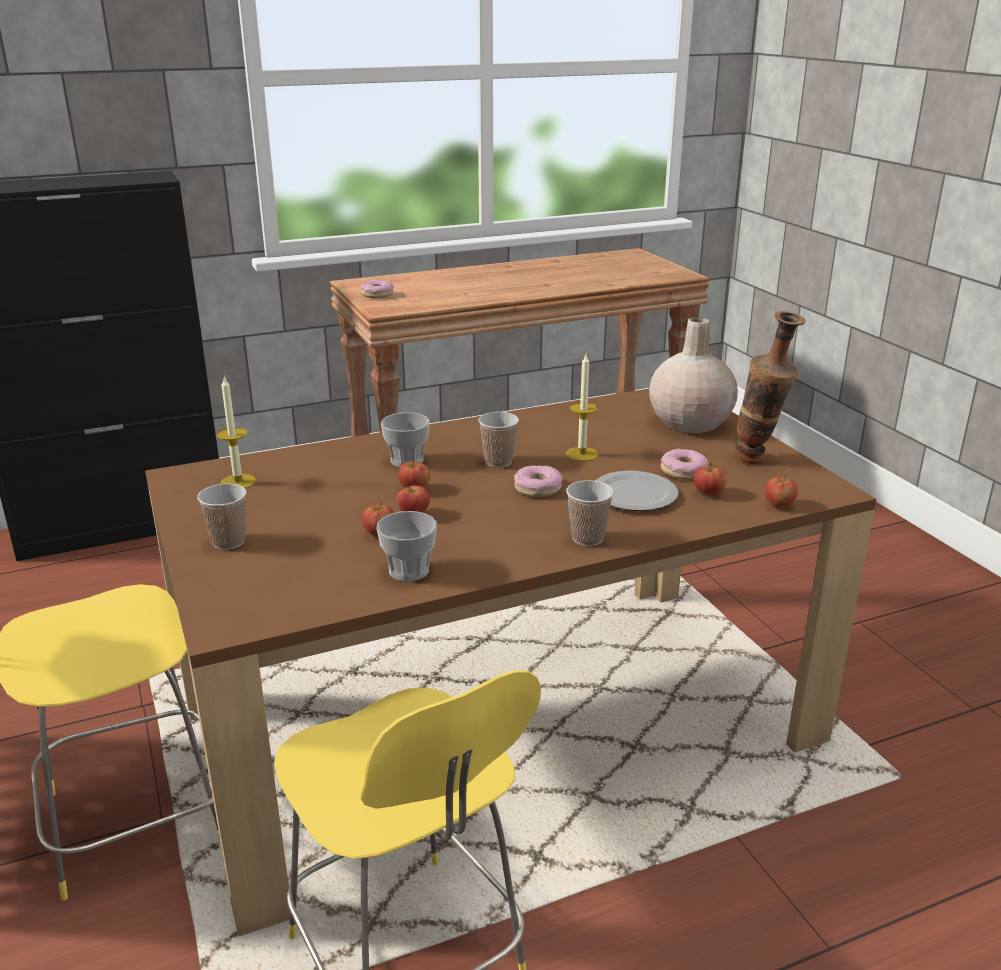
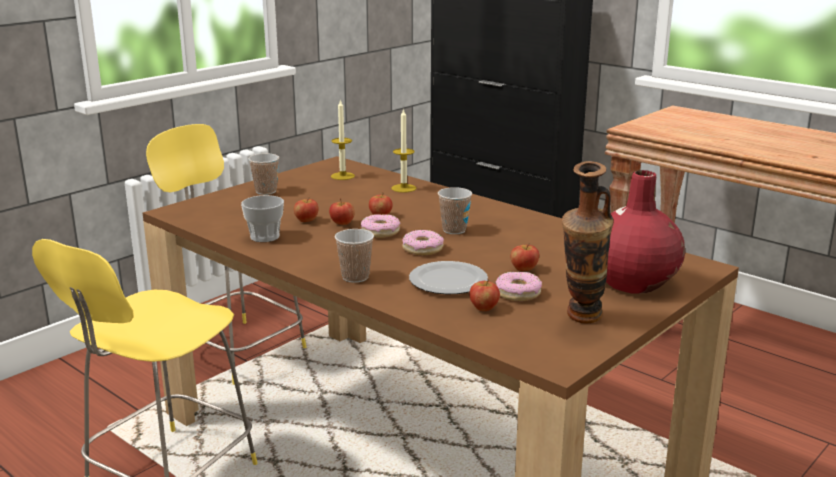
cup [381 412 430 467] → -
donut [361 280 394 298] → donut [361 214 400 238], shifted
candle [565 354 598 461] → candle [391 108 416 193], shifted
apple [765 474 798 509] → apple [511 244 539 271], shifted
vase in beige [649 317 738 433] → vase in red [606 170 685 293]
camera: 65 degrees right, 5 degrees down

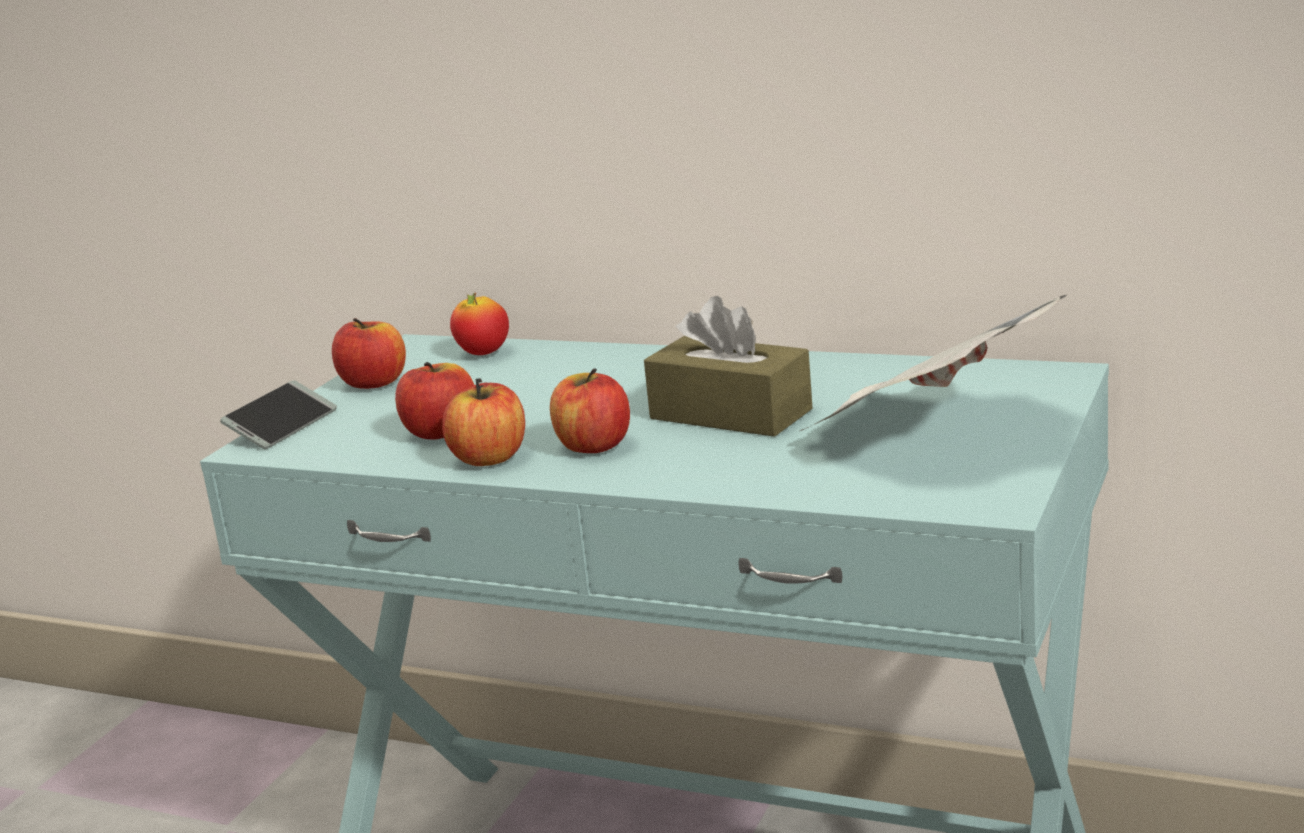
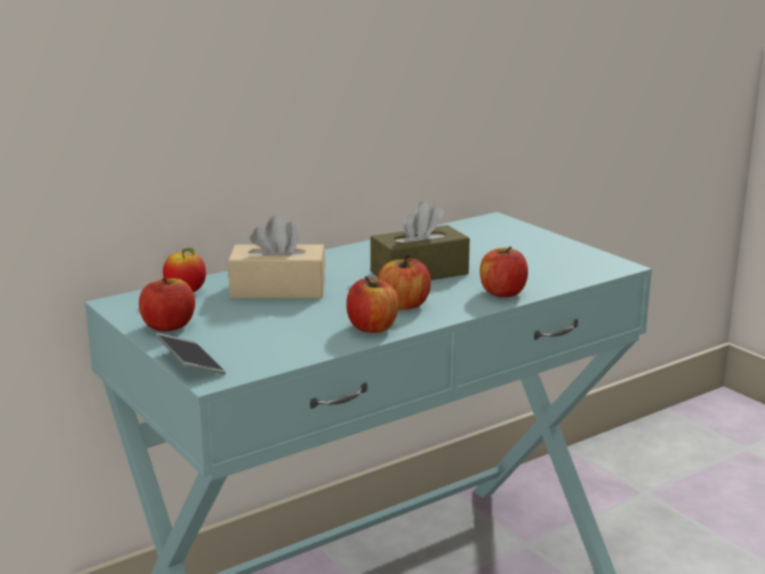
newspaper [800 295 1066 431] → -
- → tissue box in beige [228 216 326 299]
apple [395 362 474 439] → apple [480 247 528 297], shifted
camera: 60 degrees left, 0 degrees up

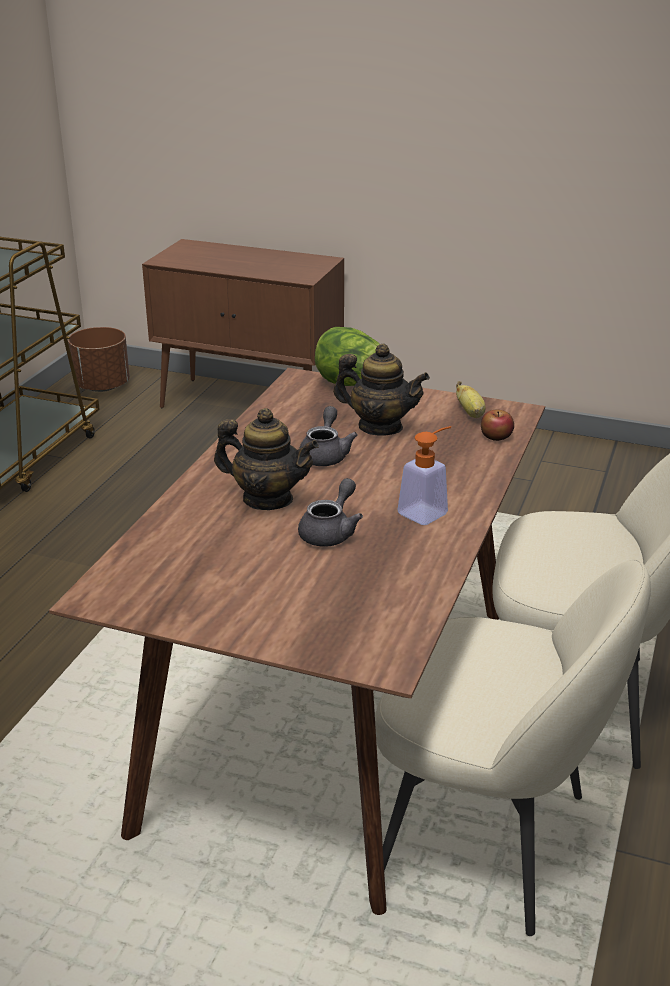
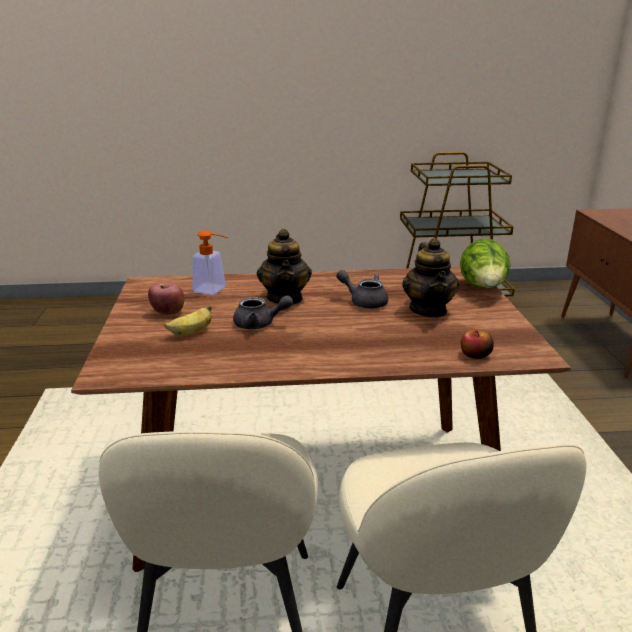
planter in brown [68 327 130 392] → -
- → apple [148 283 184 315]
soap dispenser [397 426 451 525] → soap dispenser [192 230 228 295], shifted
banana [456 381 486 418] → banana [164 305 212 336], shifted
teapot in grey [300 406 358 466] → teapot in grey [336 270 388 309], 135 degrees counterclockwise
camera: 65 degrees right, 5 degrees down

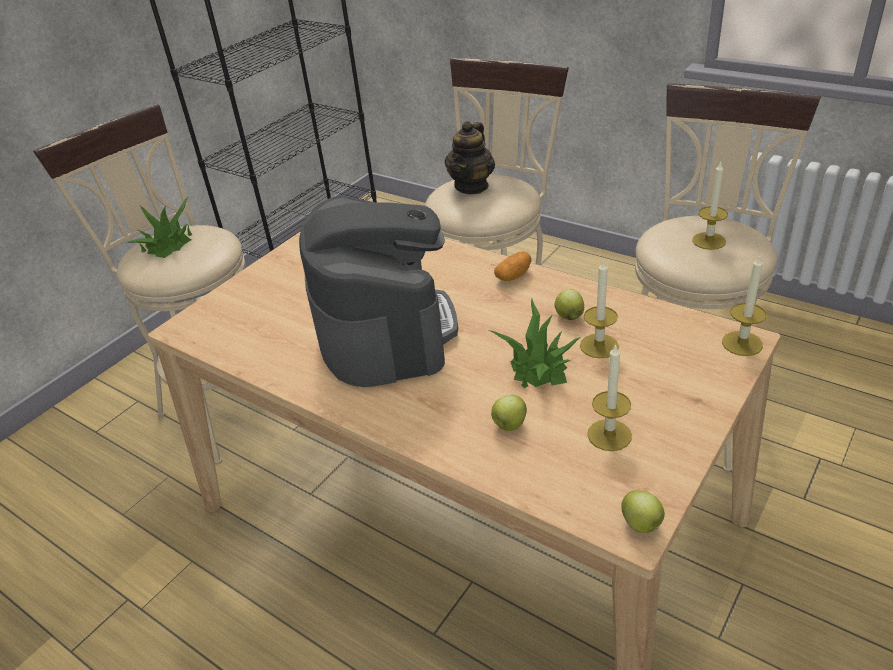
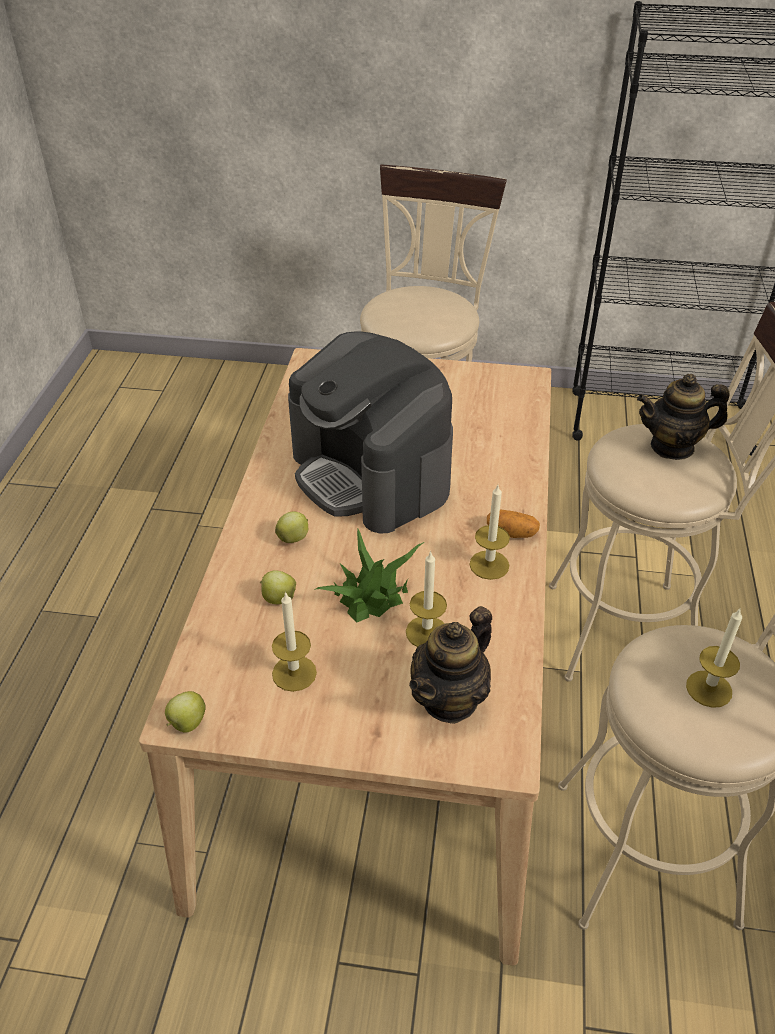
potted plant [125 196 192 258] → -
- → teapot [409 606 492 724]
apple [555 289 584 320] → apple [275 511 308 543], shifted
candle [722 254 766 356] → candle [469 485 510 580], shifted
coffee machine [299 195 458 387] → coffee machine [288 332 453 533], 90 degrees clockwise
camera: 60 degrees right, 5 degrees up

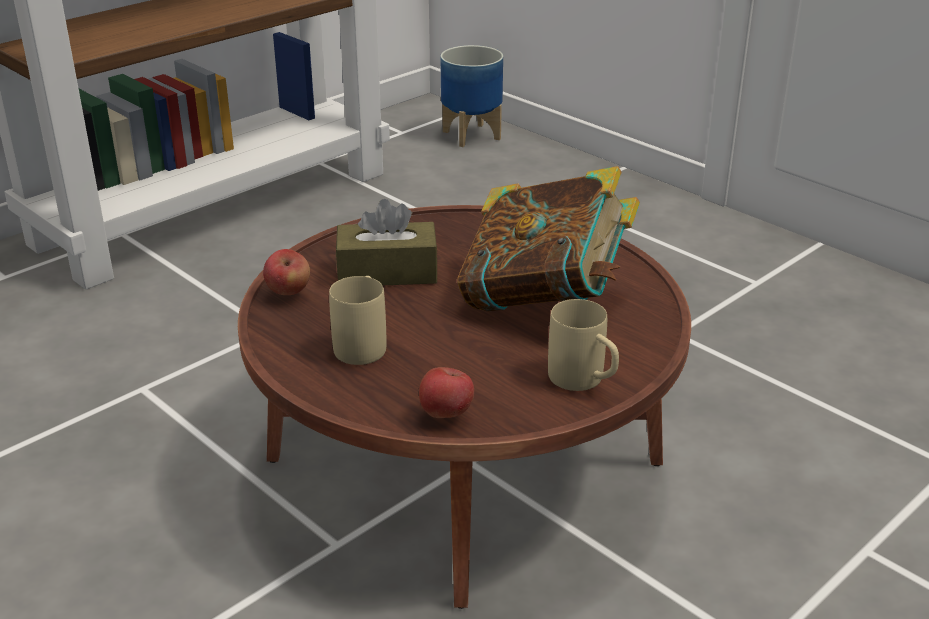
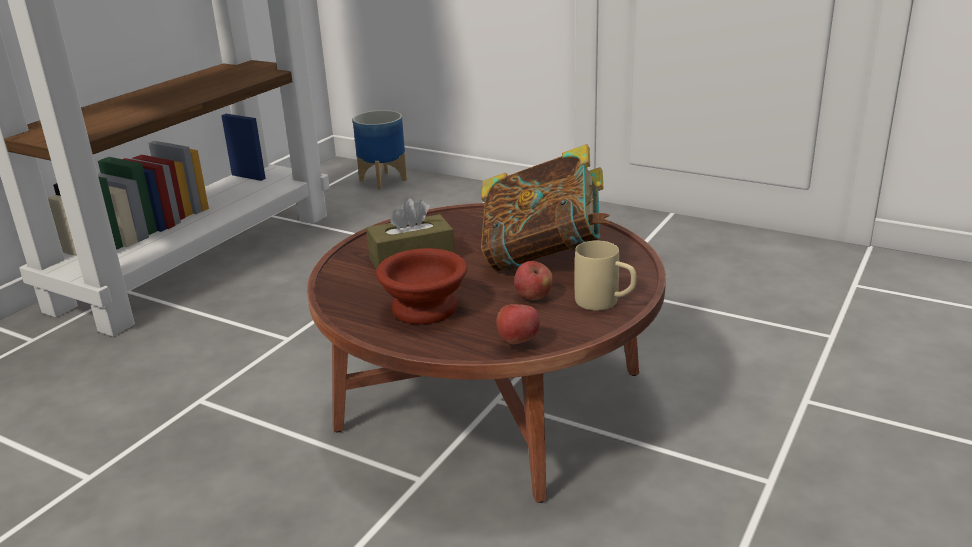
apple [263 249 310 295] → apple [514 261 553 300], shifted
mug in beige [329 276 386 365] → bowl in brown [376 248 467 324]
camera: 15 degrees left, 5 degrees down

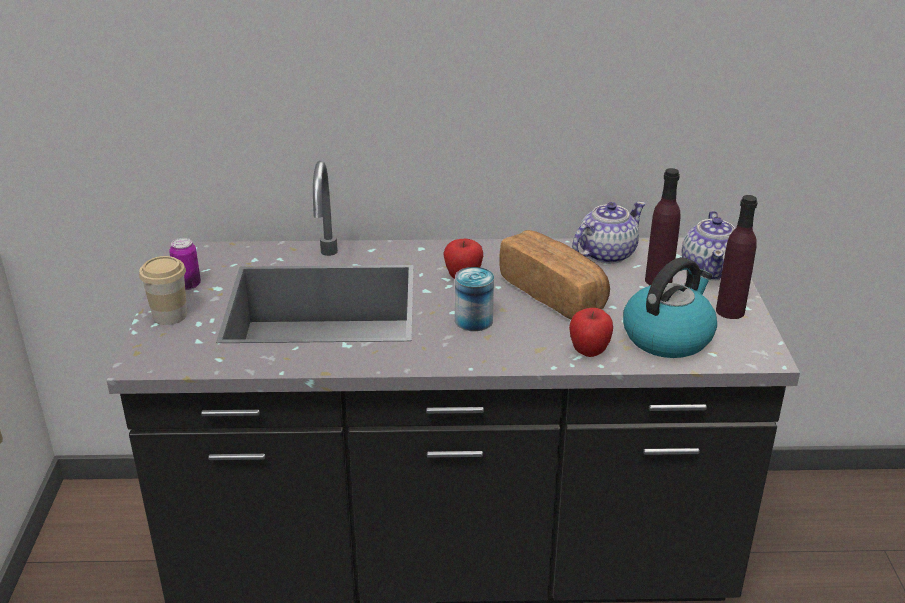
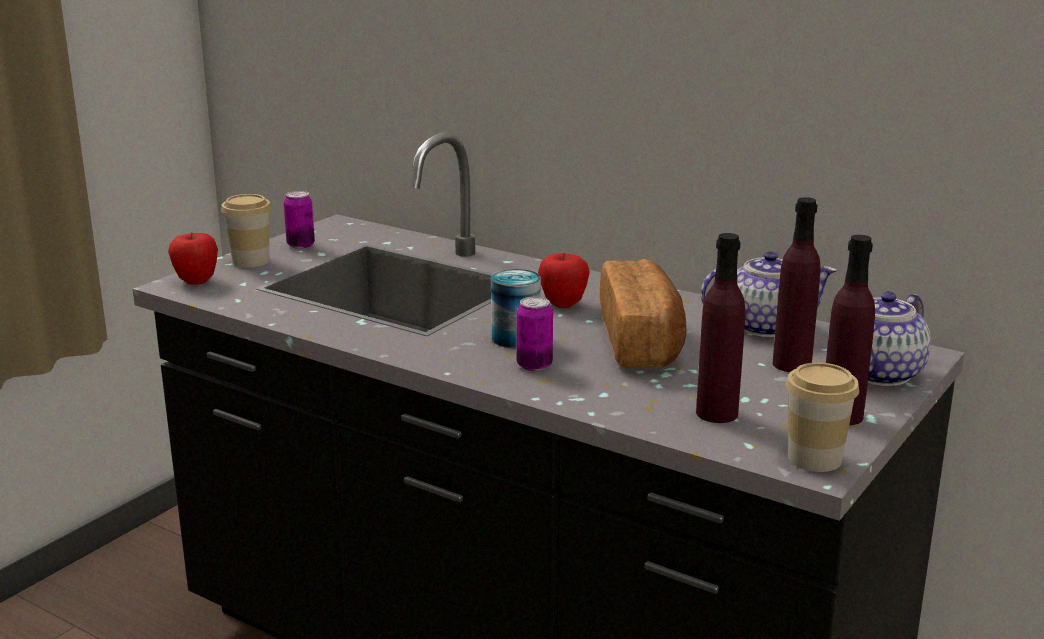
- → can [516 297 553 371]
- → cup [786 362 859 472]
apple [569 308 613 357] → apple [168 233 218 285], shifted
kettle [623 257 717 358] → bottle in purple [696 233 745 423]
camera: 35 degrees right, 10 degrees down

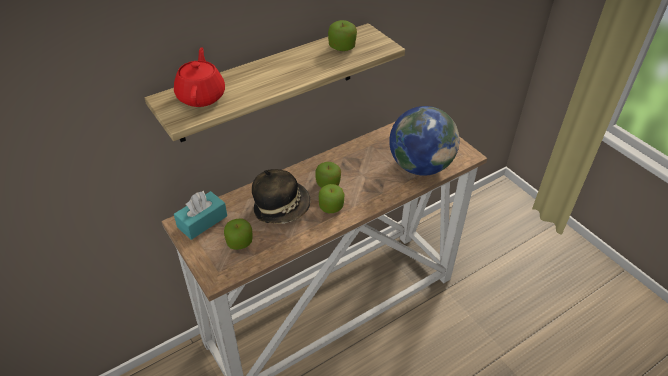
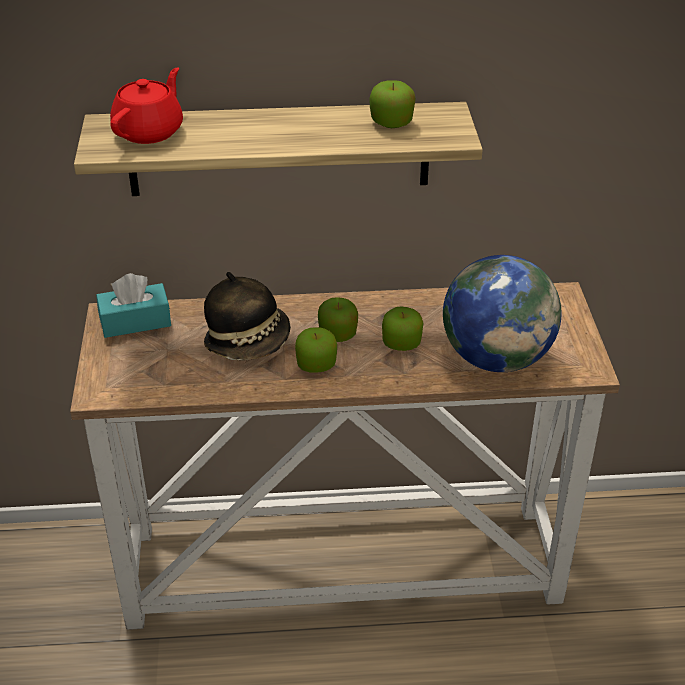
apple [224 218 252 250] → apple [382 306 423 351], shifted
camera: 30 degrees right, 5 degrees down

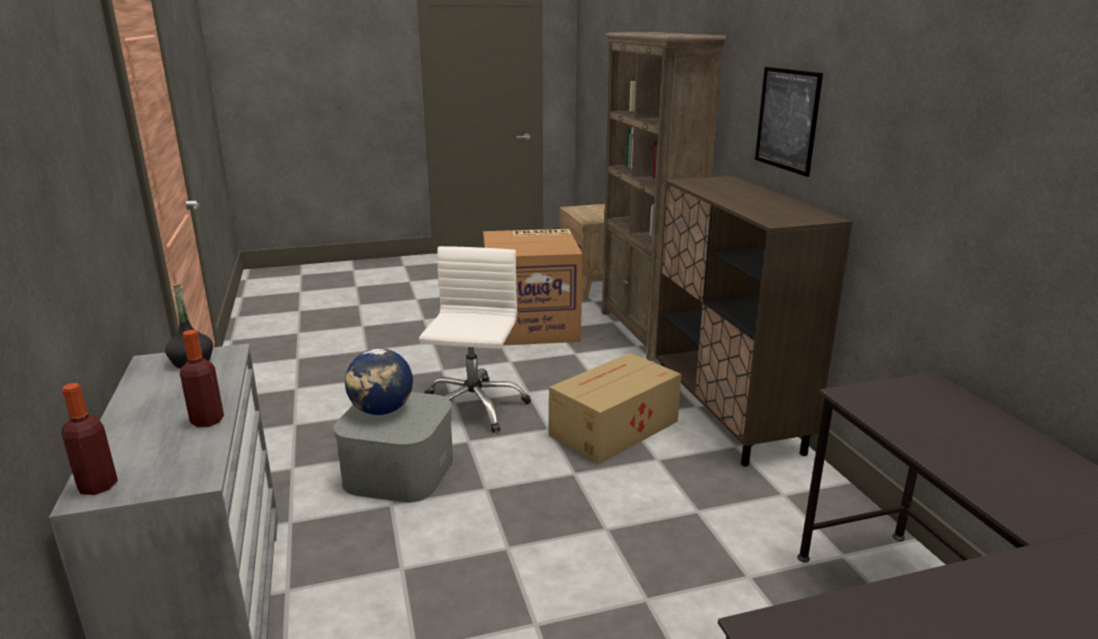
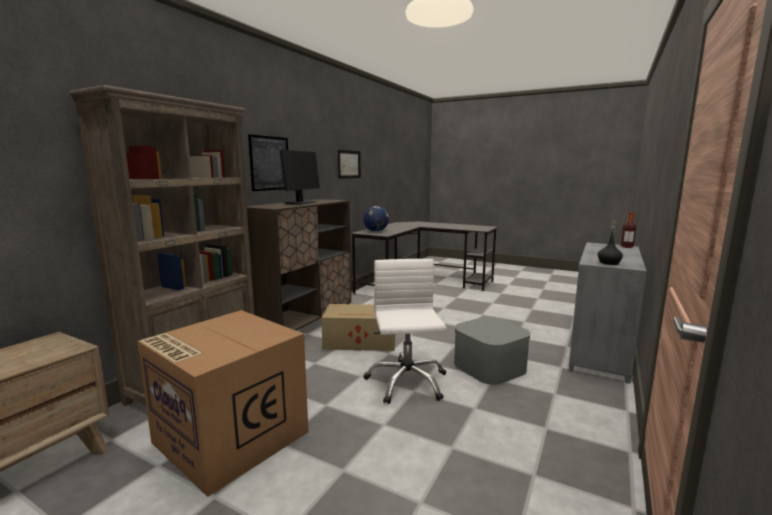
bottle [180 330 224 427] → -
- → monitor [280 149 320 205]
- → picture [338 150 361 179]
globe [345 348 413 415] → globe [363 206 389 232], shifted
office chair in white [419 246 531 433] → office chair in white [364 259 446 404], 120 degrees clockwise
camera: 135 degrees left, 10 degrees down

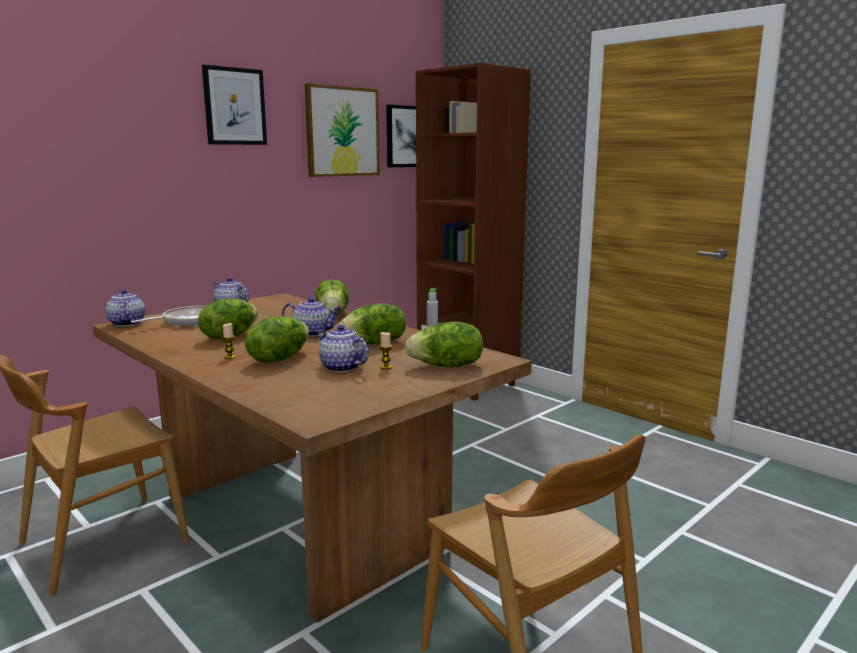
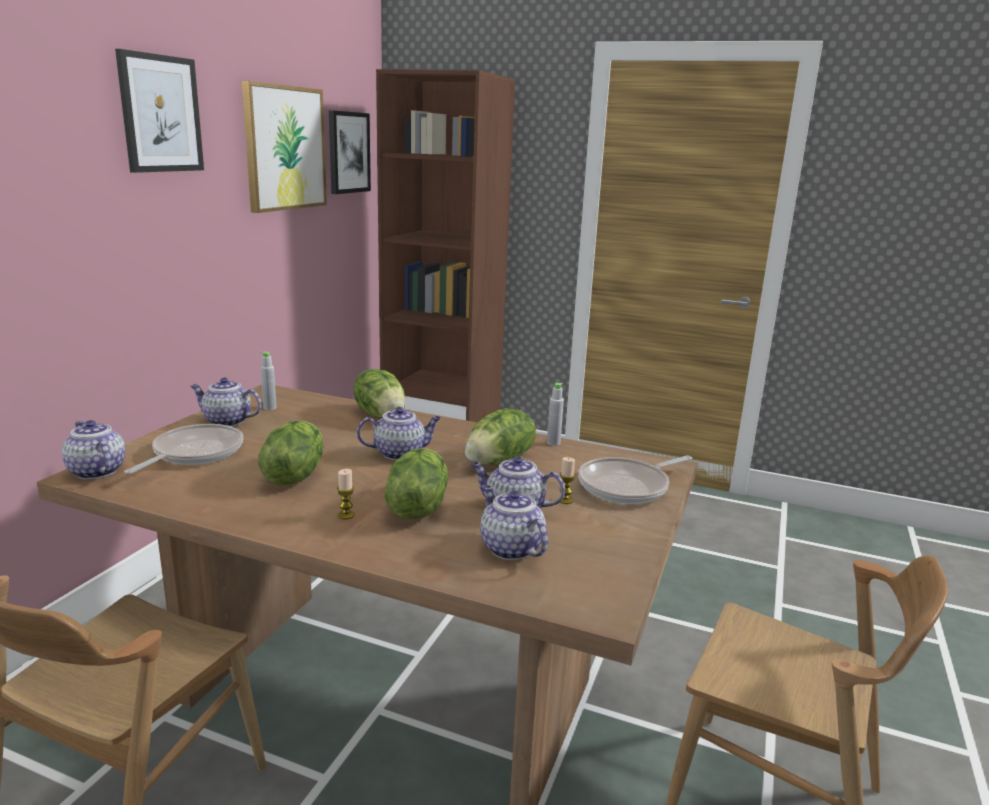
- → bottle in grey [260 352 276 410]
- → teapot [480 486 548 560]
lettuce [405 322 483 367] → frying pan [578 455 692 504]
camera: 25 degrees left, 5 degrees up

